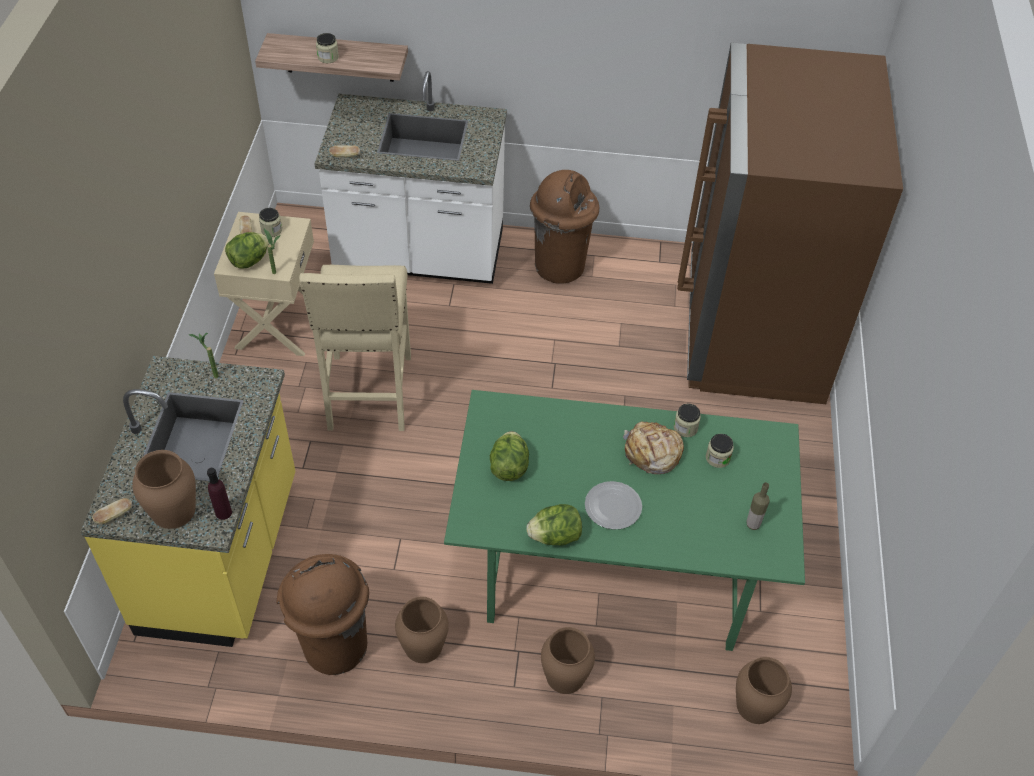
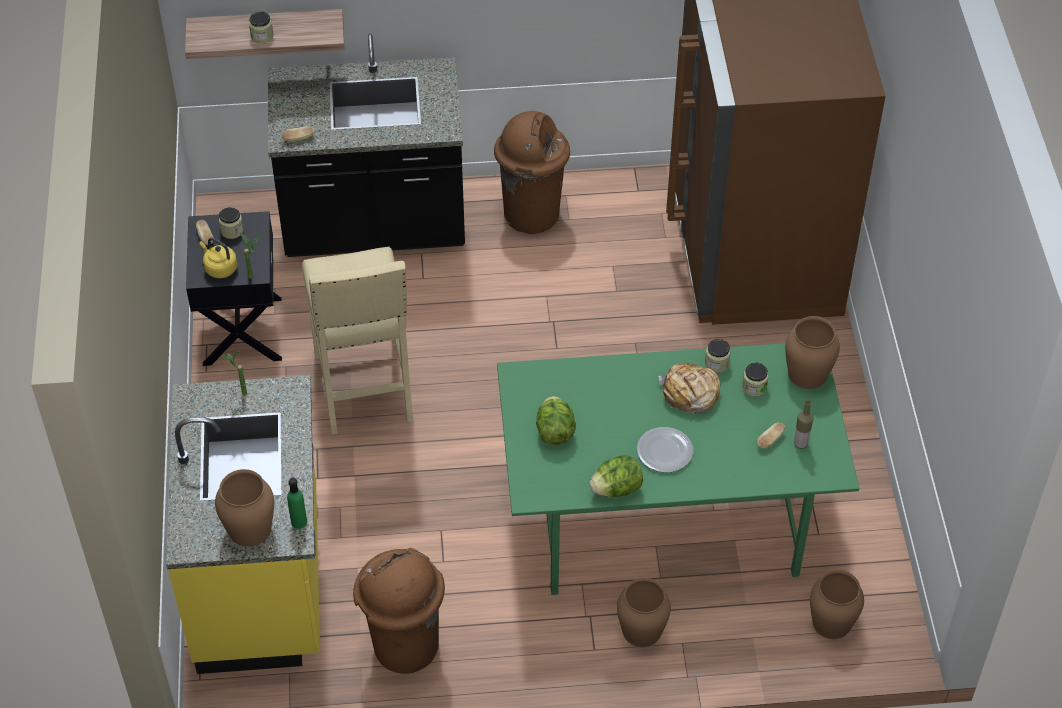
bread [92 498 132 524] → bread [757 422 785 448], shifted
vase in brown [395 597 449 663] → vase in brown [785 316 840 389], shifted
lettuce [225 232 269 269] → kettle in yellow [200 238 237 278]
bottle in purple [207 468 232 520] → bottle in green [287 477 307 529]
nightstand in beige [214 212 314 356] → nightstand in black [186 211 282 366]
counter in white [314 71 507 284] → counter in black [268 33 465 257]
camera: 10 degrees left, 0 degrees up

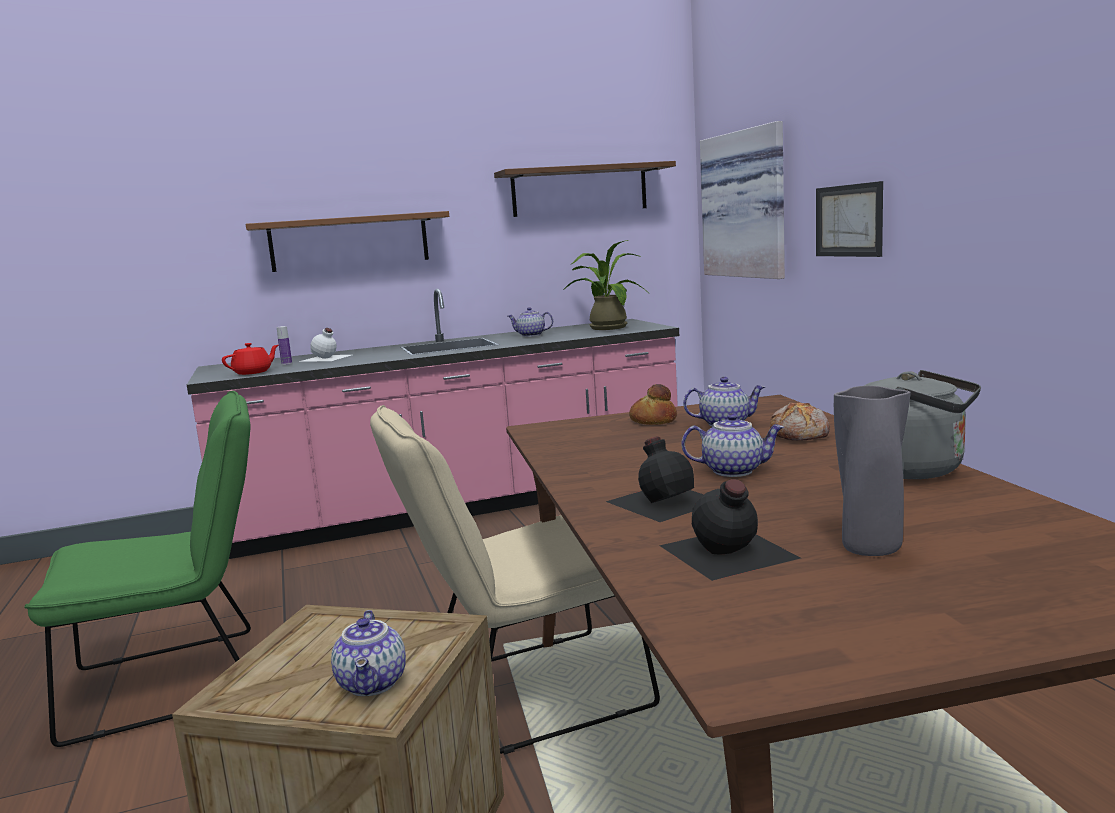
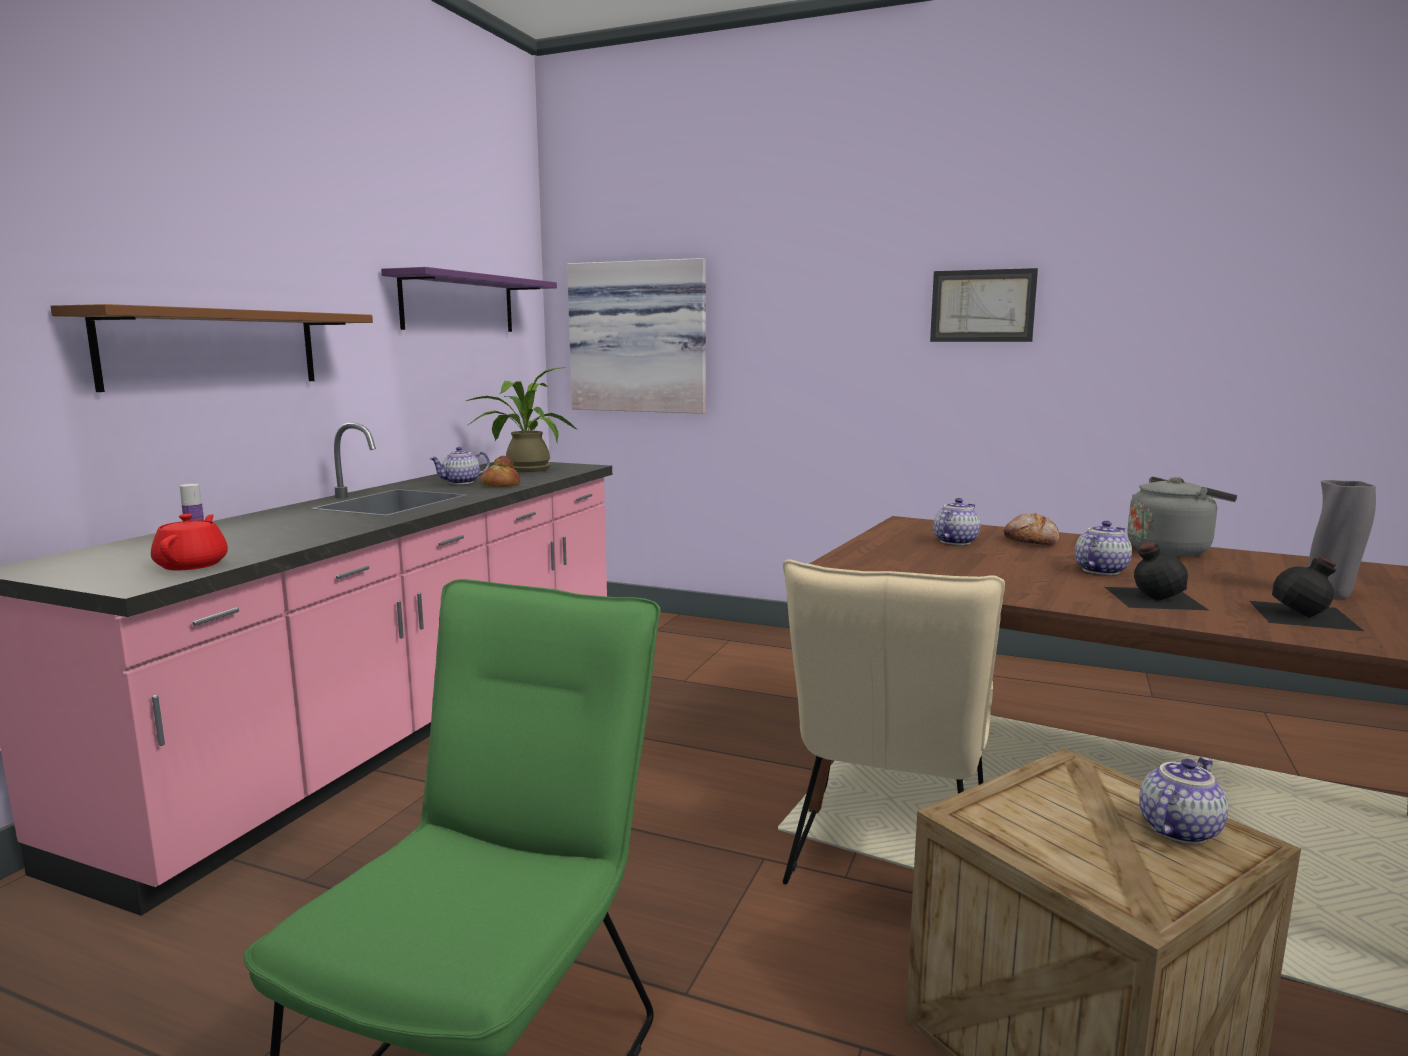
bottle in white [299 328 351 362] → -
bread [629 384 677 425] → bread [481 456 520 487], shifted
picture [816 181 883 257] → picture [930 268 1038 342], shifted
shelf in brown [494 161 676 217] → shelf in purple [381 267 557 332]
teapot [331 610 406 696] → teapot [1139 757 1228 844], 75 degrees counterclockwise
camera: 50 degrees left, 0 degrees up

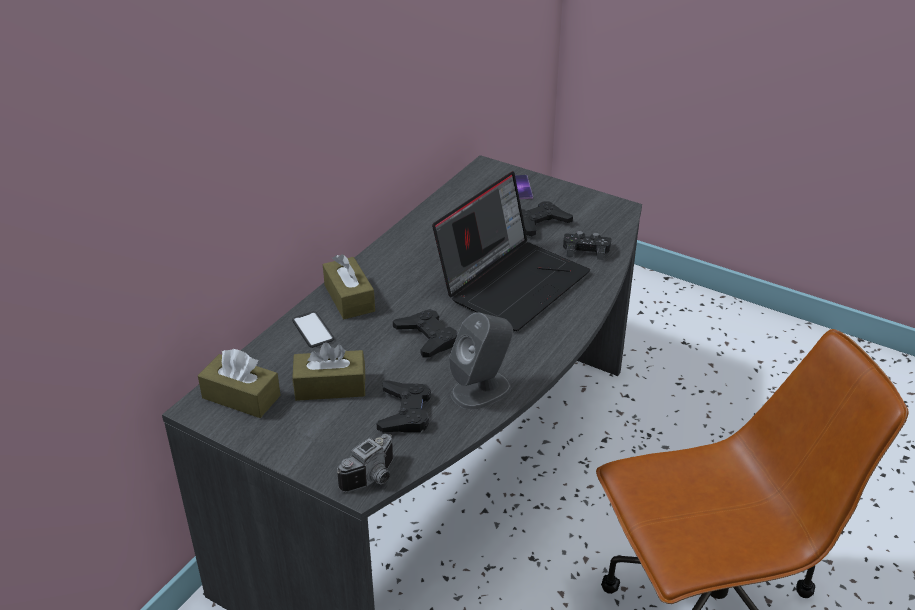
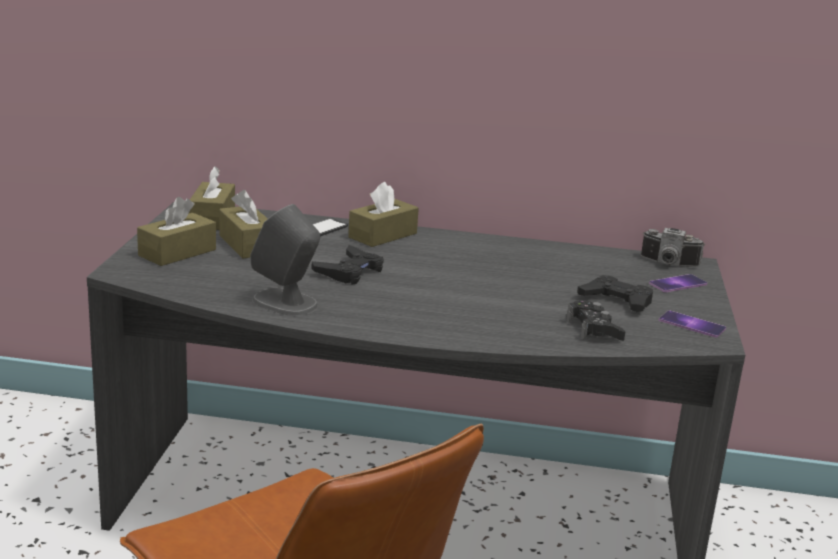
game controller in black [377 380 431 433] → -
laptop [432 171 590 331] → -
- → tissue box in brown [137 197 216 266]
- → phone [659 311 726 338]
photo camera [337 434 393 492] → photo camera [641 228 705 267], shifted
camera: 65 degrees right, 15 degrees down

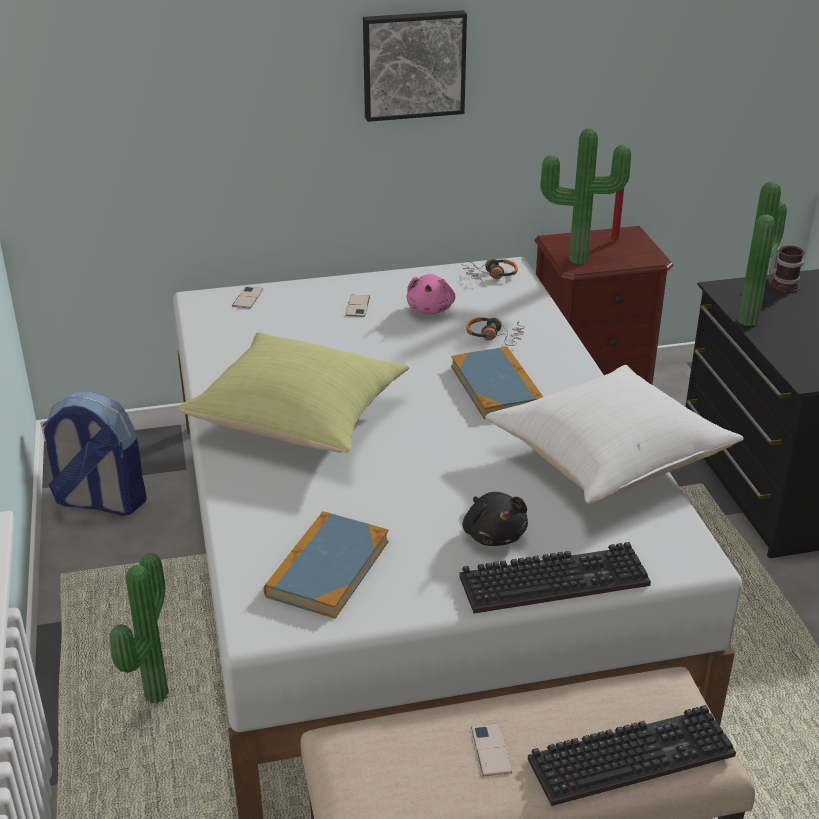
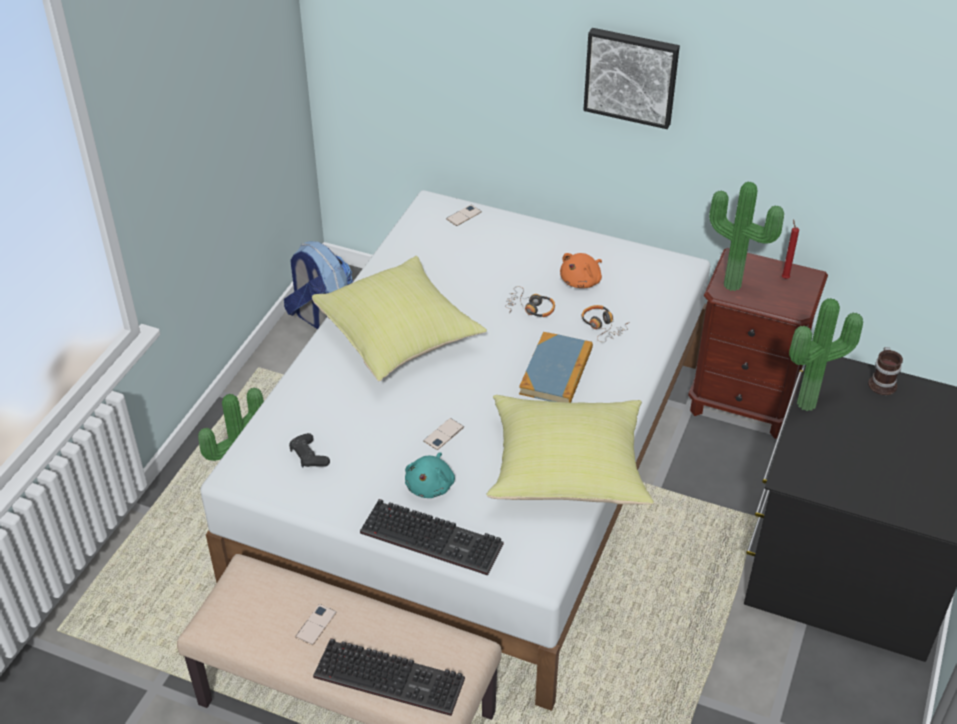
phone [346 295 370 317] → phone [423 418 464 450], shifted
headphones [461 259 518 281] → headphones [505 286 555 317], shifted
book [264 511 389 619] → game controller in black [289 433 330 468]
plush toy in pink [406 274 455 314] → plush toy in orange [560 253 602 288]
plush toy in black [463 492 528 546] → plush toy in turquoise [405 452 455 498]
pillow in white [485 365 744 504] → pillow in yellow [486 395 654 505]
camera: 35 degrees right, 10 degrees up

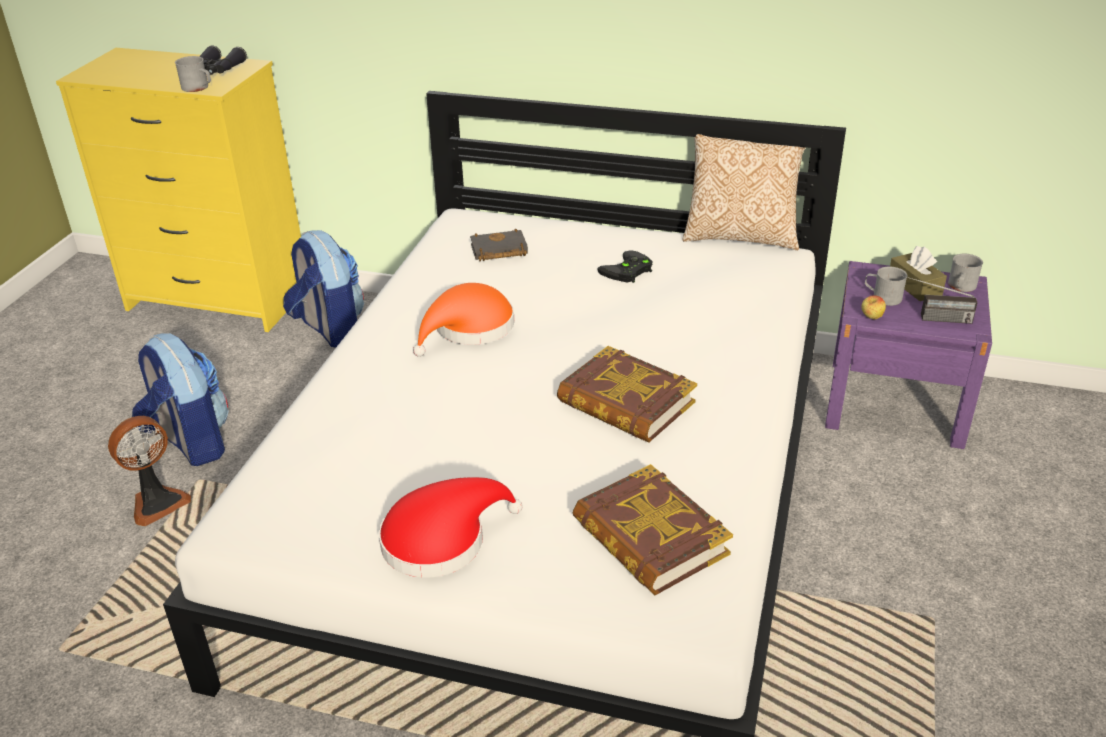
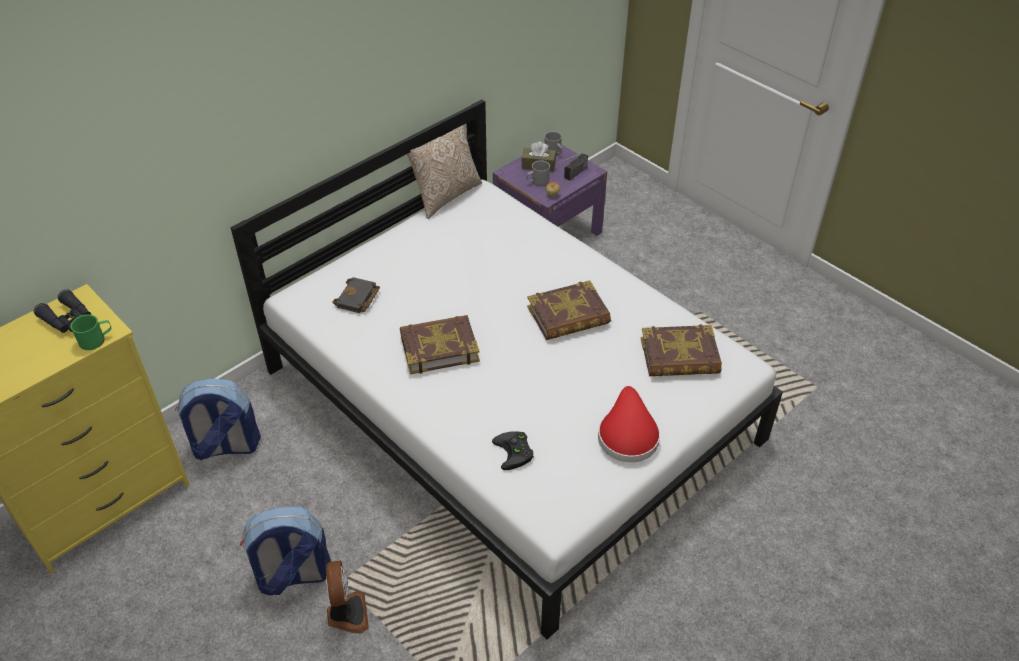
game controller in black [597 250 653 283] → game controller in black [492 432 534 470], shifted
hat in orange [413 283 514 357] → book [400 315 480 374]
mug in grey [175 56 211 92] → mug in green [70 314 112 350]
camera: 60 degrees left, 10 degrees up

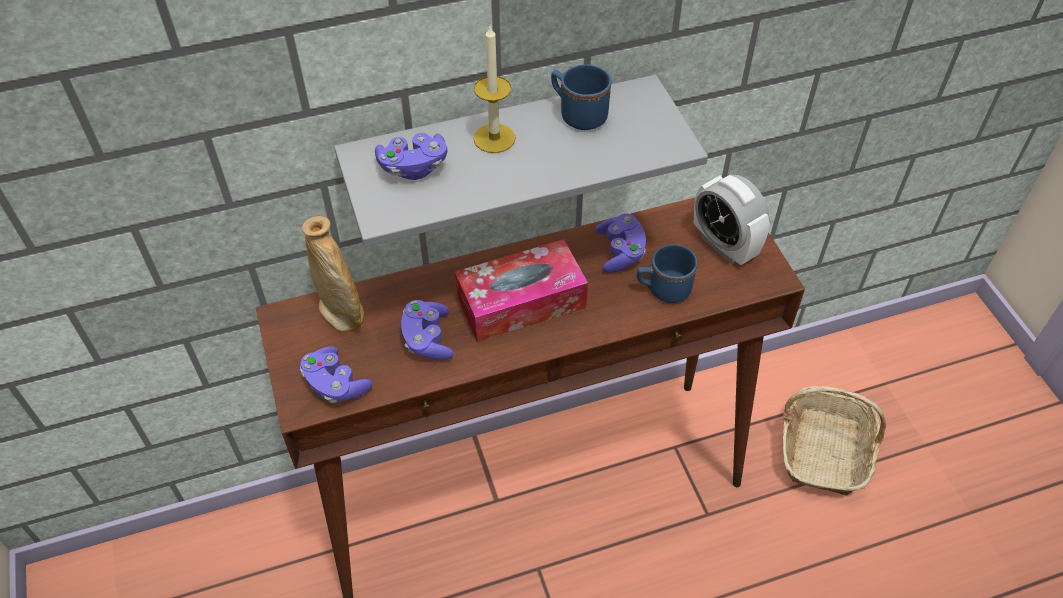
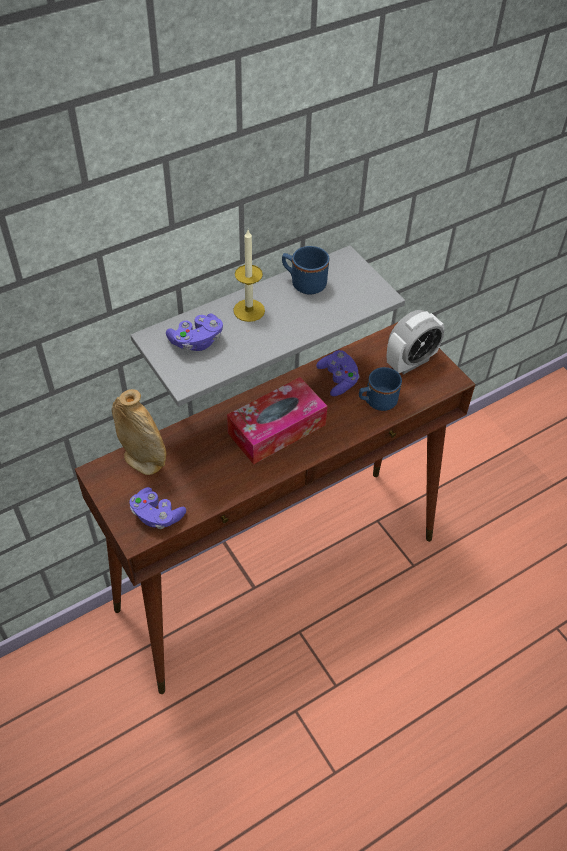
game controller in purple [401 300 454 360] → -
basket [783 386 886 496] → -
alarm clock [694 175 770 265] → alarm clock [387 310 444 374], 75 degrees counterclockwise
camera: 15 degrees left, 0 degrees up

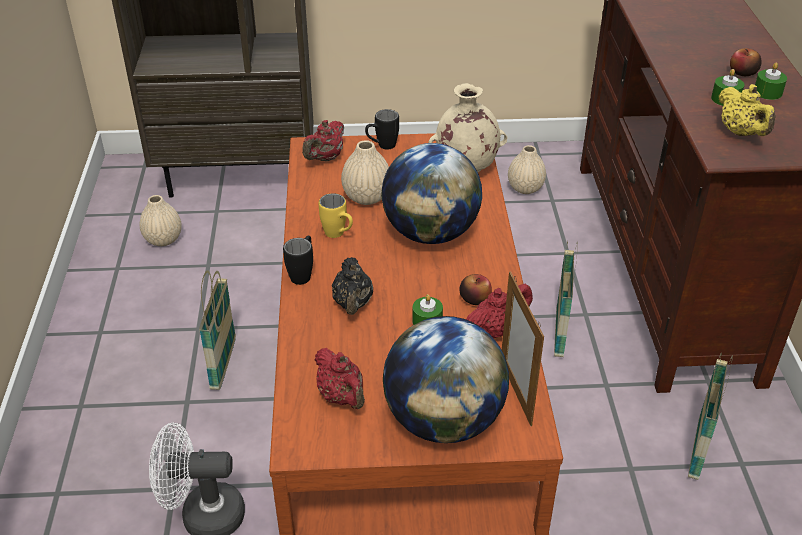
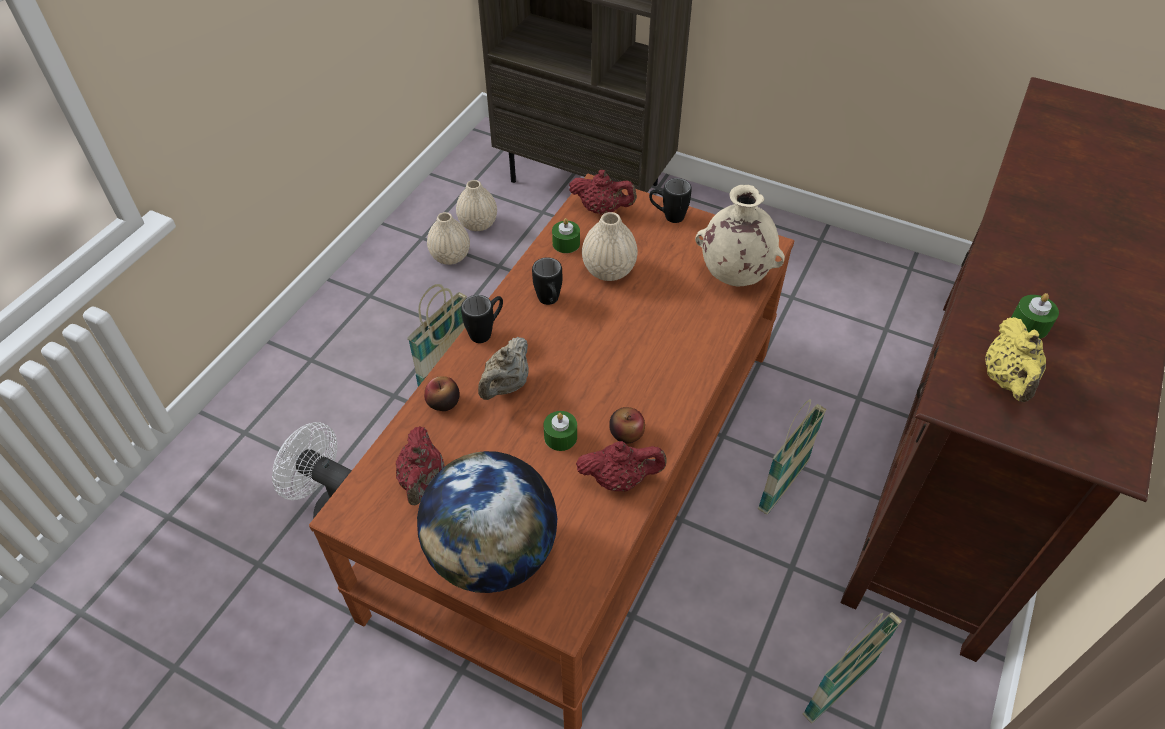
globe [381 143 482 244] → -
picture frame [502 271 544 426] → -
vase in beige [508 145 546 194] → vase in beige [427 212 470 265], shifted
apple [730 48 761 76] → apple [424 376 460 411], shifted
candle in green [755 62 787 100] → candle in green [552 218 580 253], shifted
mug in yellow [319 193 353 238] → mug in black [532 257 562 305]
teapot in black [332 257 373 315] → teapot in beige [478 337 529 400]
teapot in red [302 120 344 162] → teapot in red [569 170 637 215], 135 degrees counterclockwise
camera: 30 degrees right, 10 degrees up

